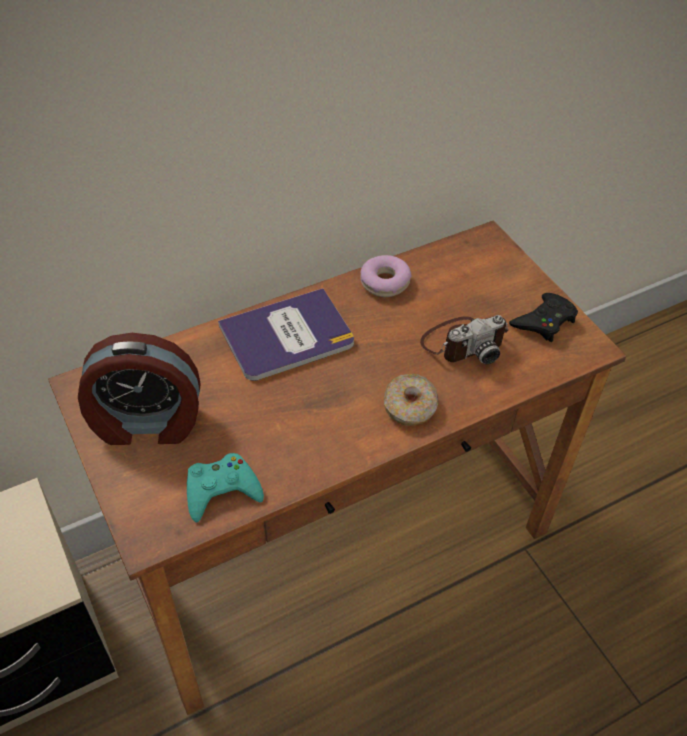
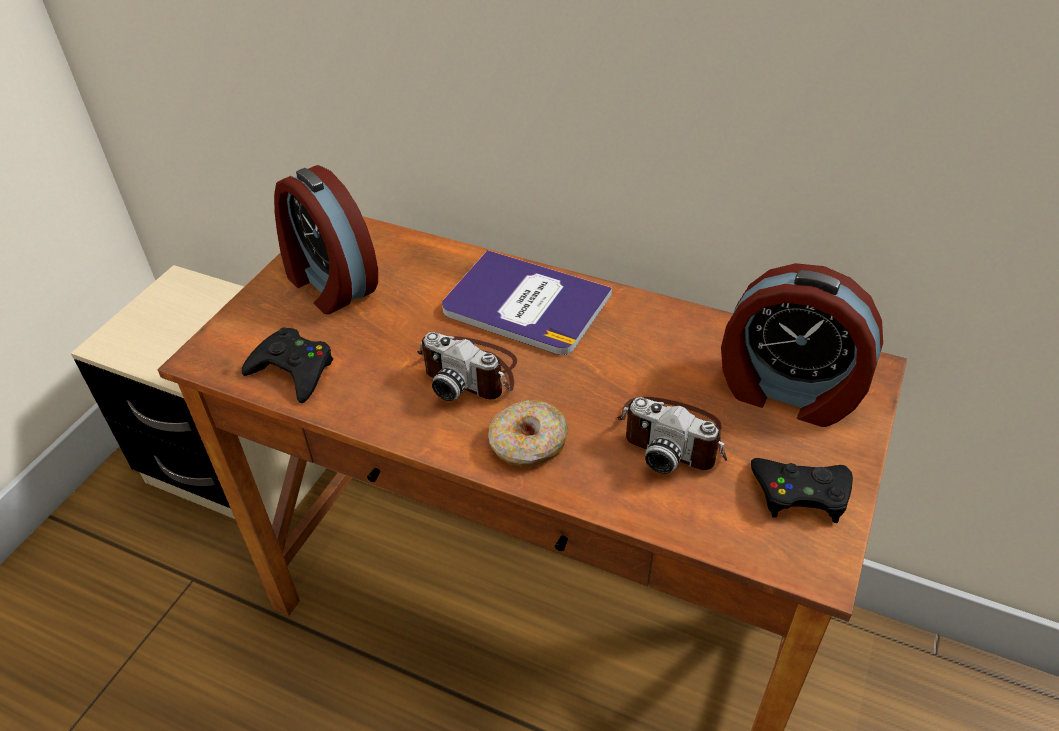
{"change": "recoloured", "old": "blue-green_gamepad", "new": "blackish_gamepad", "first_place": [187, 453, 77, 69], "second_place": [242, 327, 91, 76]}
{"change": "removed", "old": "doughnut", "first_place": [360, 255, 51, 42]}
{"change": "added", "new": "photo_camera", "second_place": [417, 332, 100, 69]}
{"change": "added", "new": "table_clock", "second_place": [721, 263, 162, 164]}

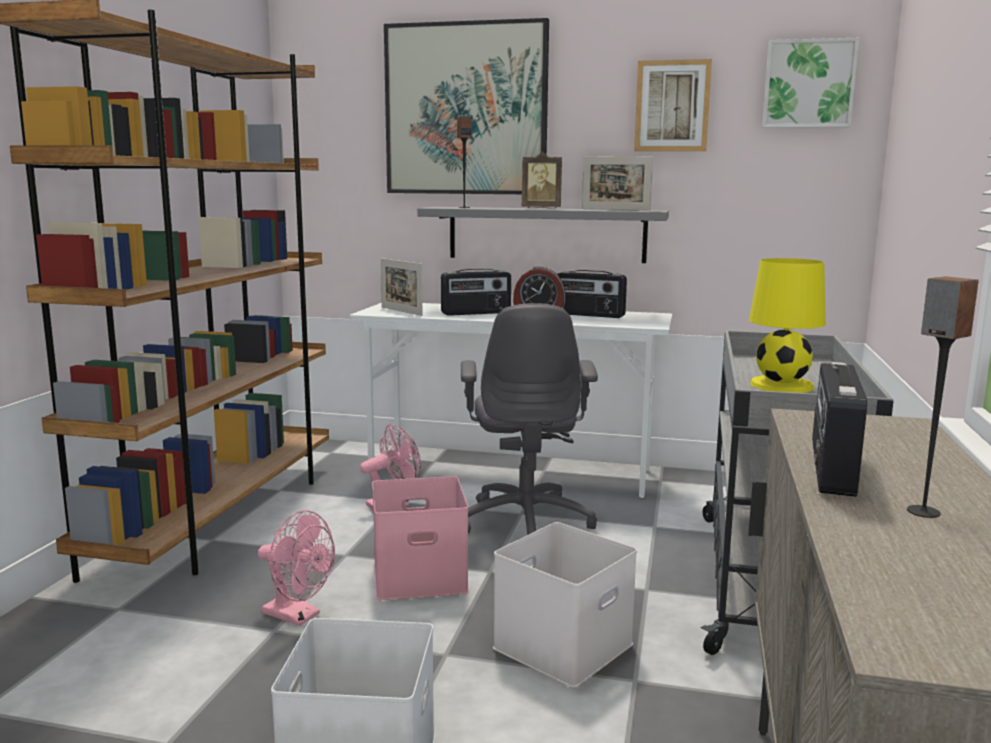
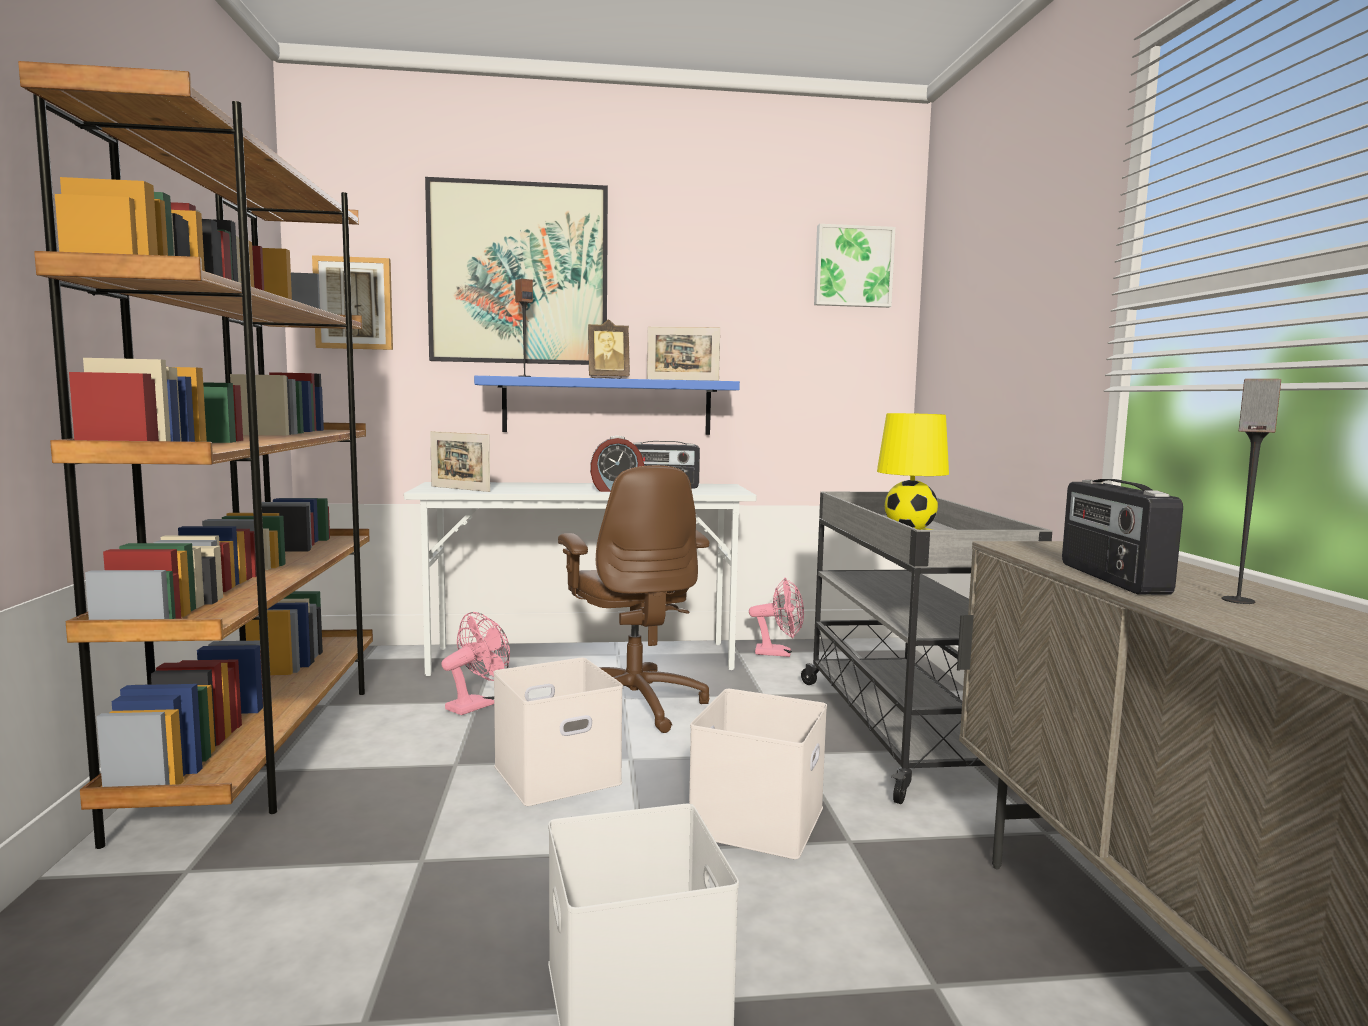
{"change": "moved", "old": "pink_cooling_fan", "first_place": [258, 510, 77, 116], "second_place": [749, 578, 55, 79]}
{"change": "recoloured", "old": "pink_storage_box", "new": "white_storage_box", "first_place": [372, 476, 97, 124], "second_place": [493, 658, 130, 148]}
{"change": "recoloured", "old": "grey_wall_shelf", "new": "blue_wall_shelf", "first_place": [417, 207, 252, 56], "second_place": [474, 376, 266, 59]}
{"change": "removed", "old": "radio", "first_place": [441, 269, 70, 47]}
{"change": "recoloured", "old": "grey_desk_chair", "new": "brown-coloured_desk_chair", "first_place": [461, 303, 137, 232], "second_place": [558, 465, 151, 268]}
{"change": "moved", "old": "wall_picture", "first_place": [634, 59, 78, 92], "second_place": [312, 255, 81, 95]}

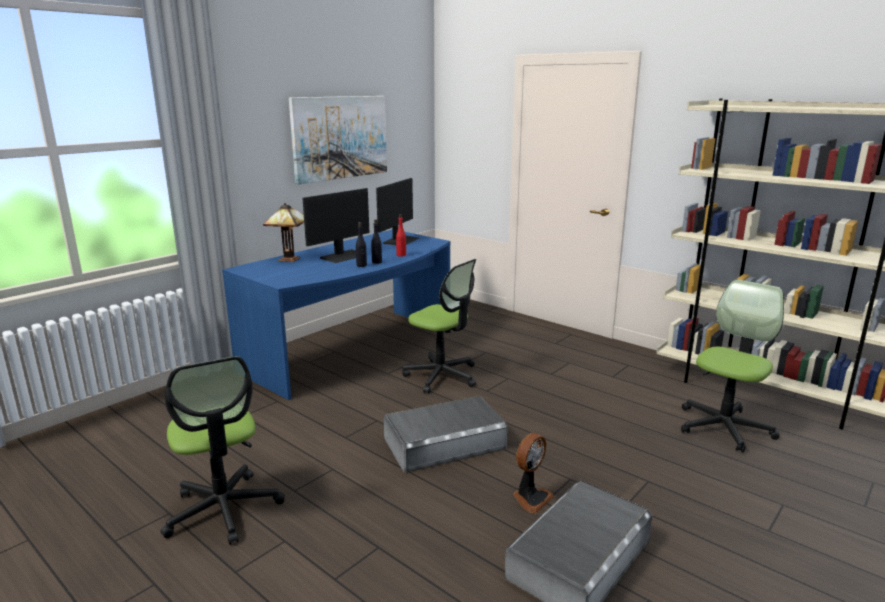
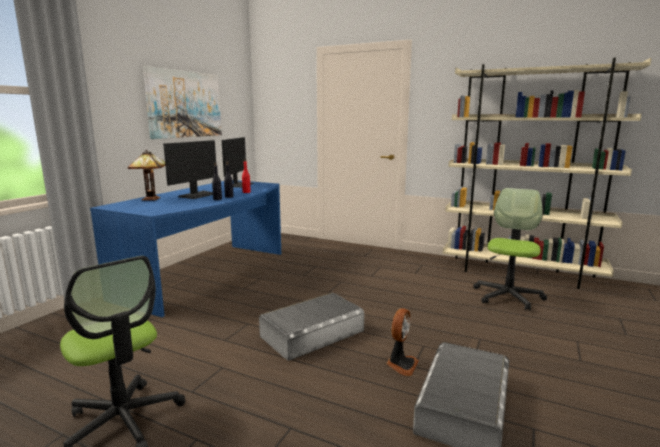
{"change": "removed", "old": "desk_chair", "first_place": [402, 259, 74, 134]}

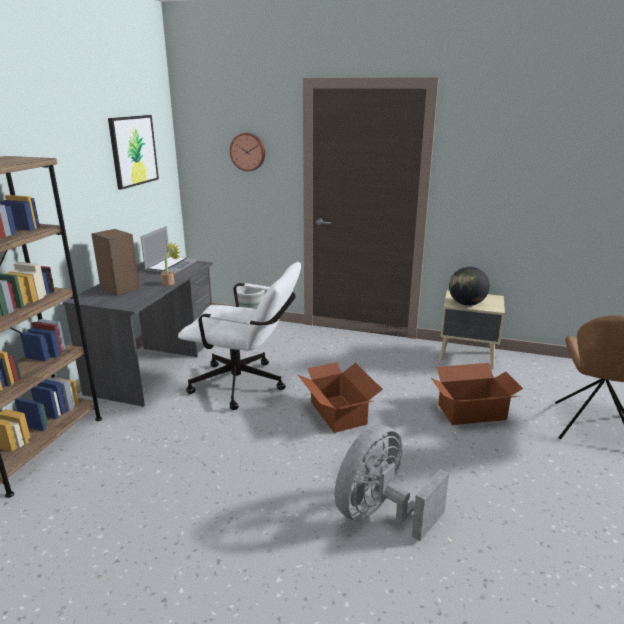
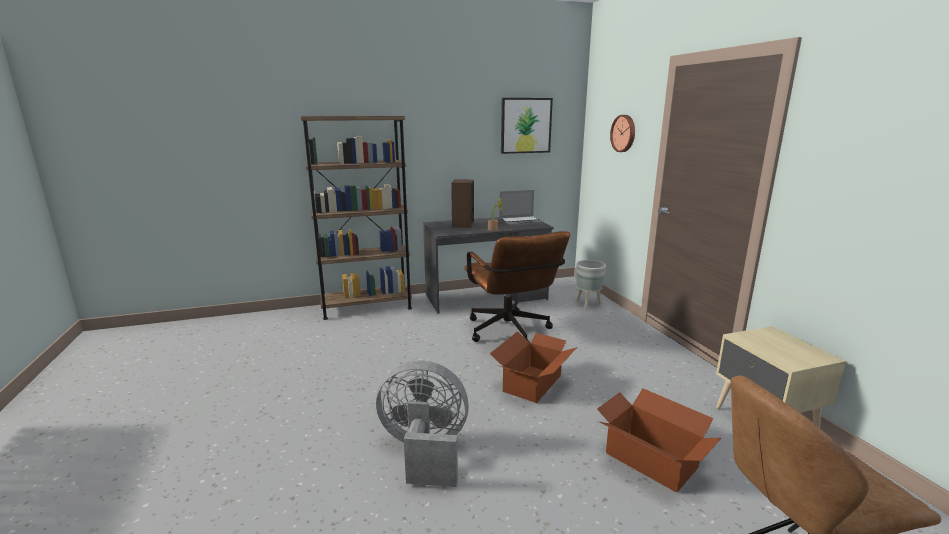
{"change": "recoloured", "old": "white_desk_chair", "new": "brown-coloured_desk_chair", "first_place": [178, 262, 123, 148], "second_place": [464, 231, 106, 111]}
{"change": "removed", "old": "globe", "first_place": [449, 267, 41, 39]}

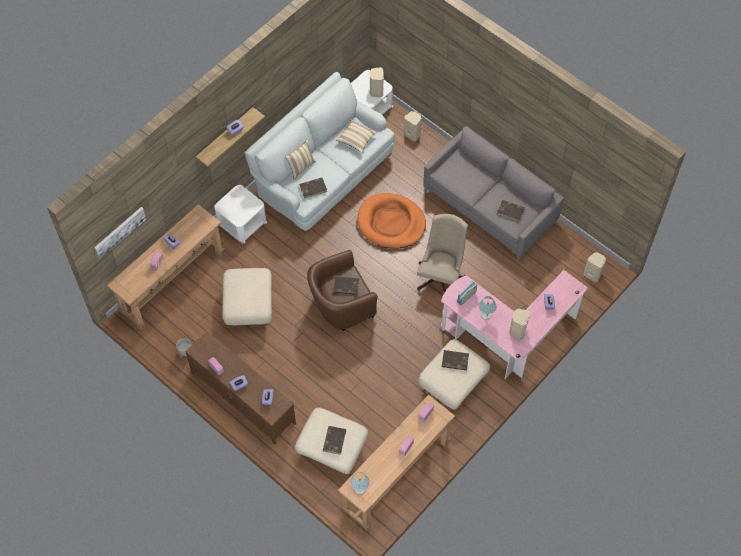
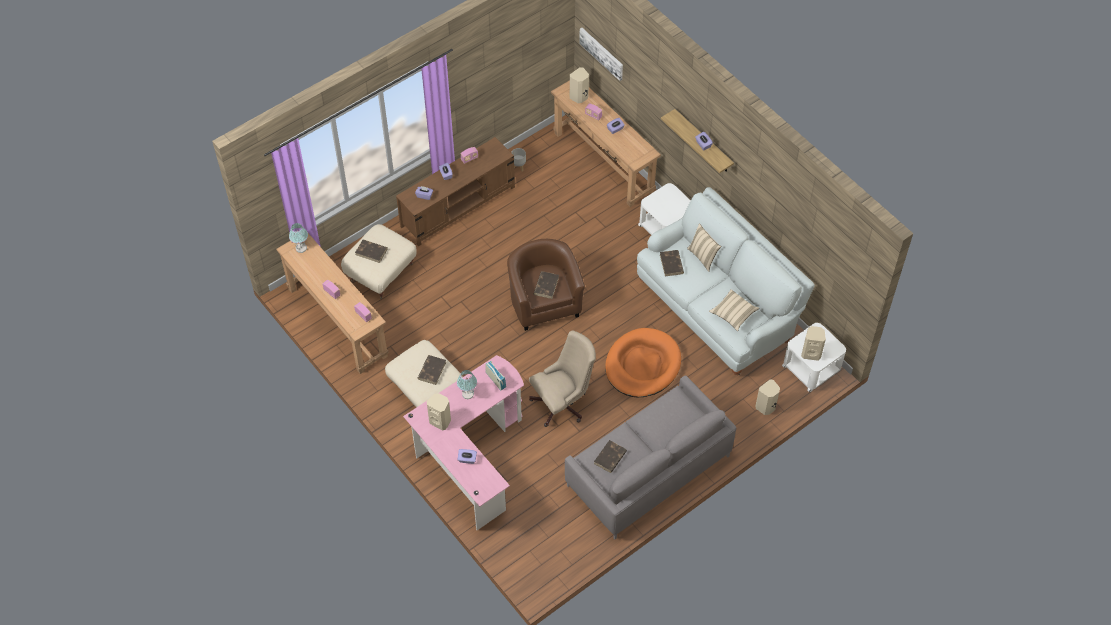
{"change": "removed", "old": "sand-coloured_footrest", "first_place": [222, 268, 50, 60]}
{"change": "turned", "old": "sand-coloured_desk_chair", "first_place": [417, 214, 51, 79], "second_place": [529, 330, 67, 97], "degrees": -60}
{"change": "moved", "old": "sand-coloured_loudspeaker", "first_place": [584, 252, 22, 30], "second_place": [570, 67, 19, 36]}

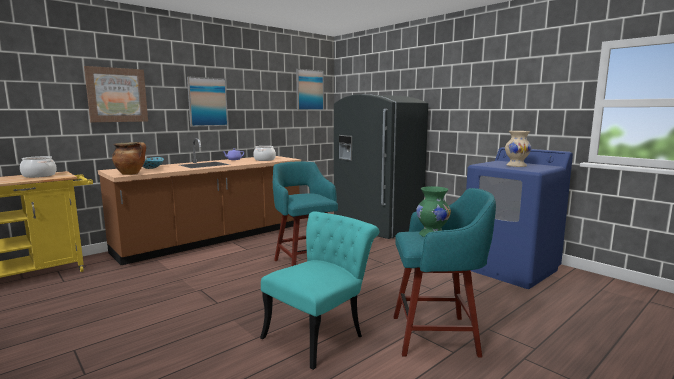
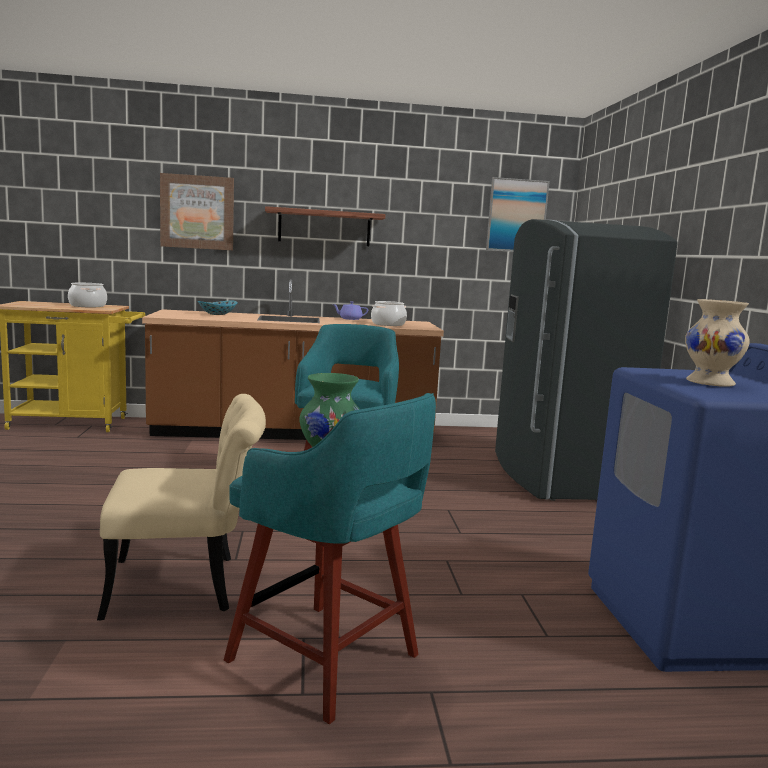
{"change": "removed", "old": "stockpot", "first_place": [112, 142, 34, 33]}
{"change": "replaced", "old": "wall_picture", "new": "wall_shelf", "first_place": [187, 77, 41, 50], "second_place": [265, 206, 120, 40]}
{"change": "recoloured", "old": "blue-green_upright_chair", "new": "sand-coloured_upright_chair", "first_place": [260, 211, 119, 159], "second_place": [97, 394, 169, 226]}

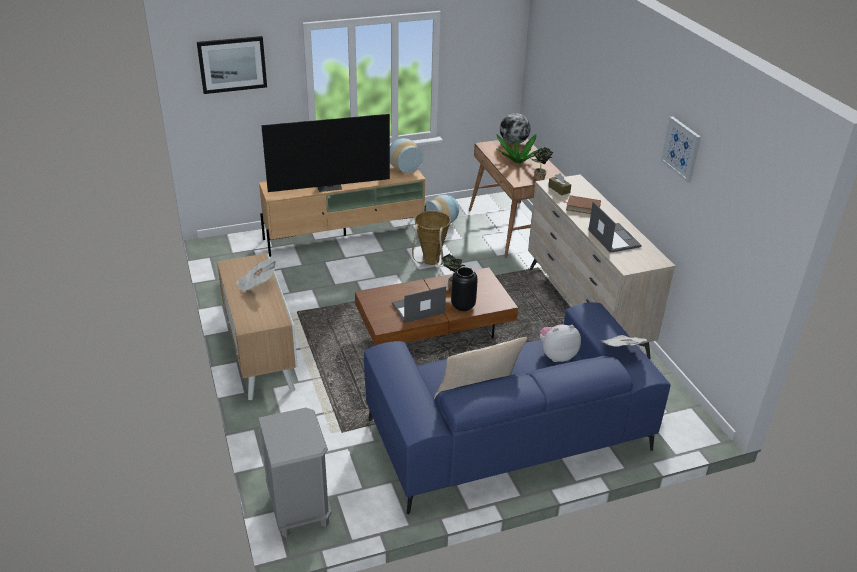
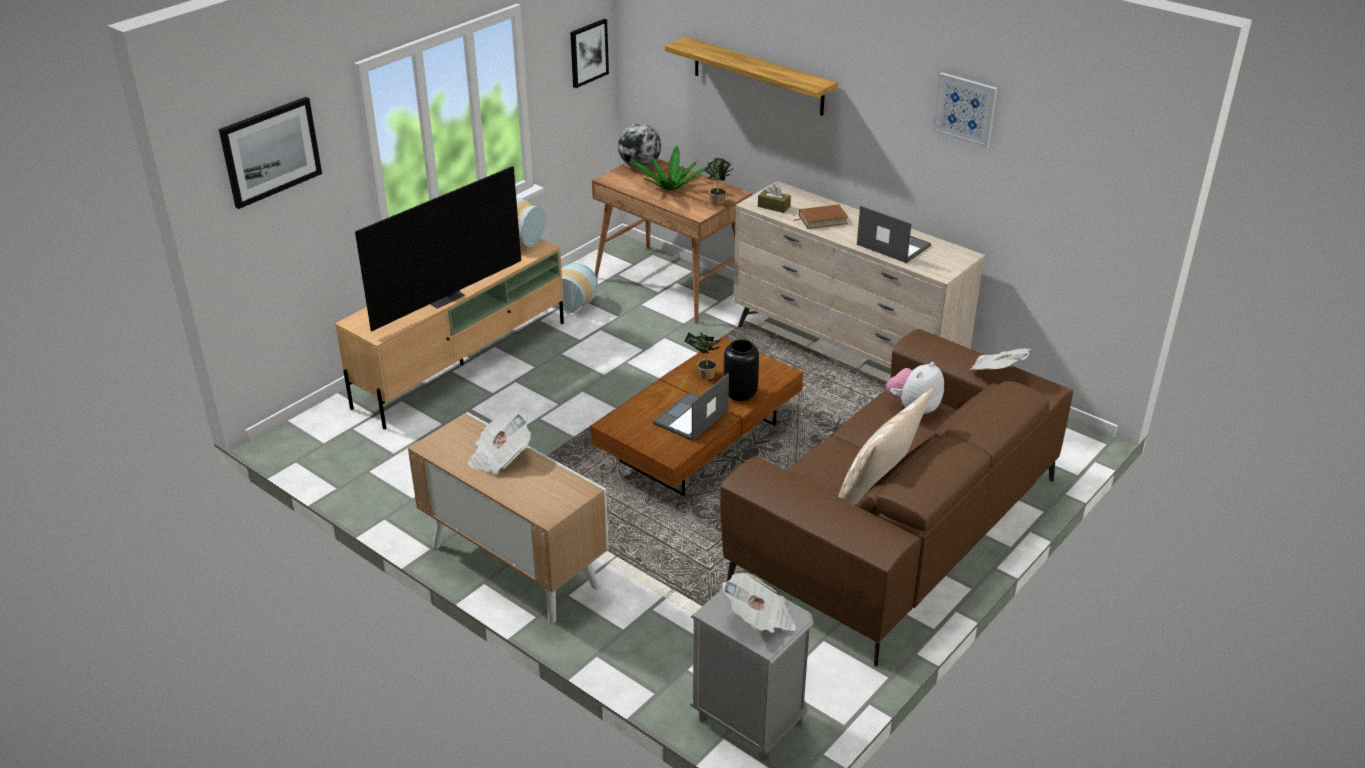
{"change": "recoloured", "old": "blue_sofa", "new": "brown-coloured_sofa", "first_place": [364, 302, 307, 212], "second_place": [720, 329, 353, 337]}
{"change": "removed", "old": "household_basket", "first_place": [412, 211, 39, 55]}
{"change": "added", "new": "wall_picture", "second_place": [570, 19, 39, 69]}
{"change": "added", "new": "wall_shelf", "second_place": [665, 37, 173, 79]}
{"change": "added", "new": "newspaper", "second_place": [722, 573, 74, 60]}

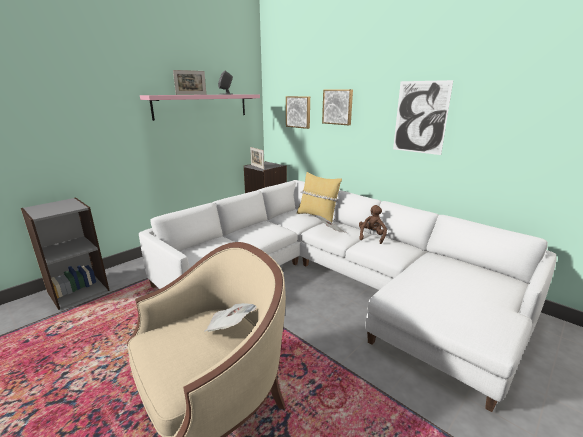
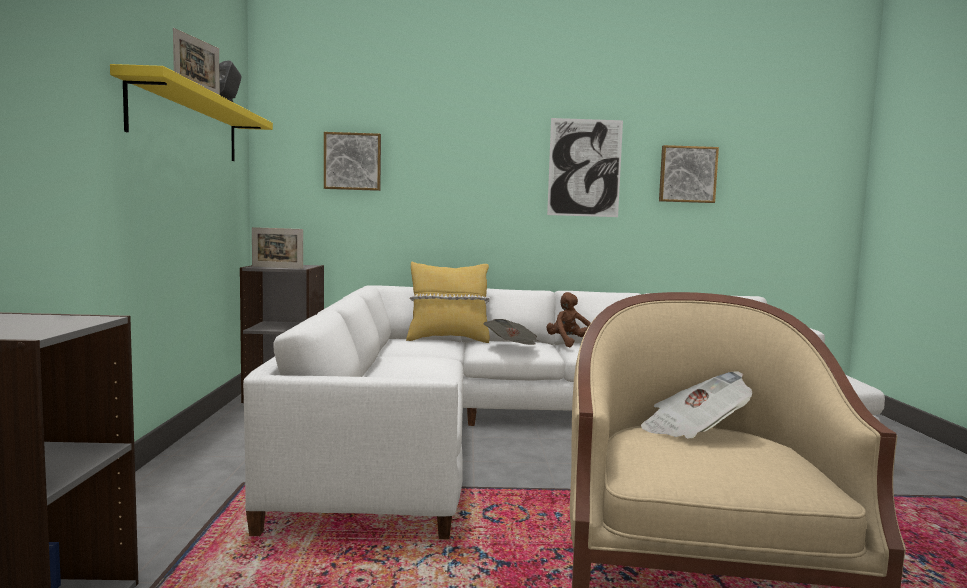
{"change": "recoloured", "old": "pink_wall_shelf", "new": "yellow-coloured_wall_shelf", "first_place": [140, 94, 120, 27], "second_place": [110, 64, 163, 97]}
{"change": "moved", "old": "wall_picture", "first_place": [322, 89, 31, 36], "second_place": [659, 145, 60, 58]}

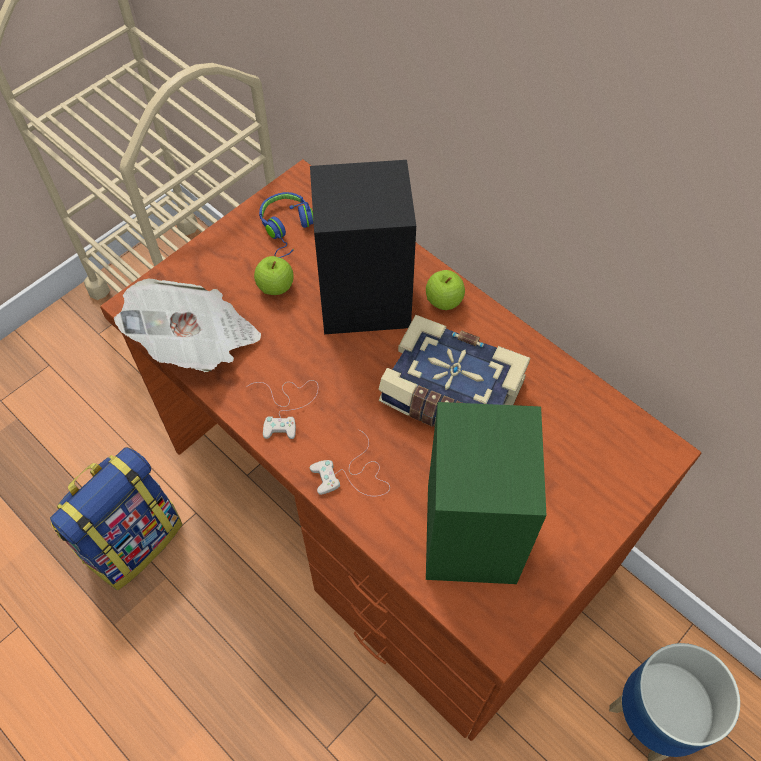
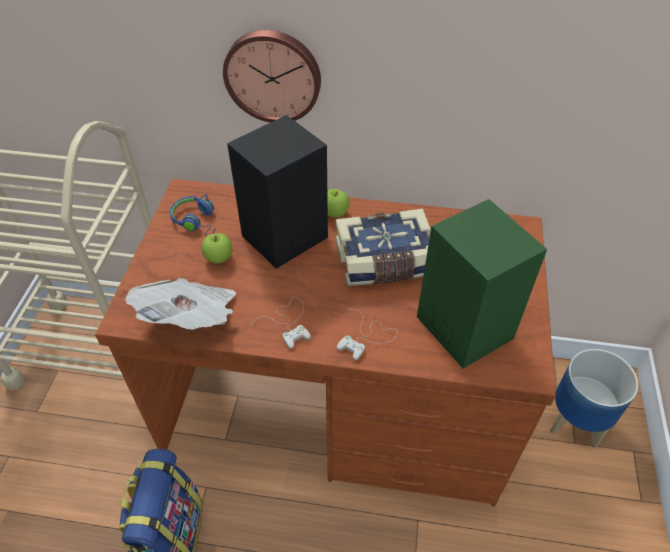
{"change": "added", "new": "wall_clock", "second_place": [223, 30, 98, 93]}

